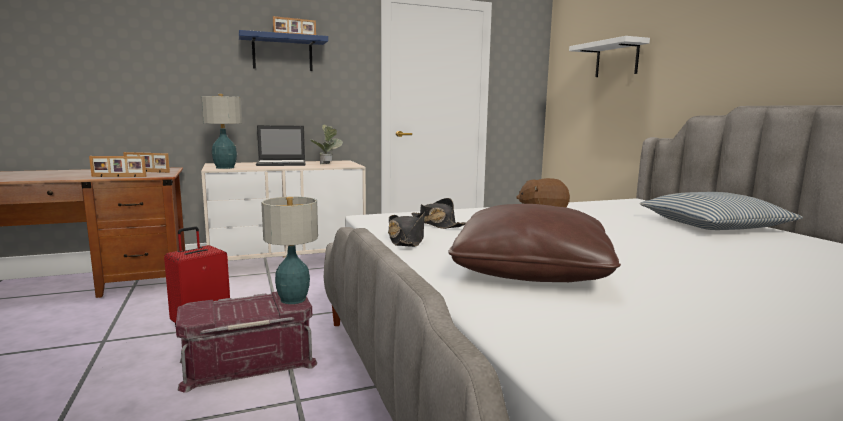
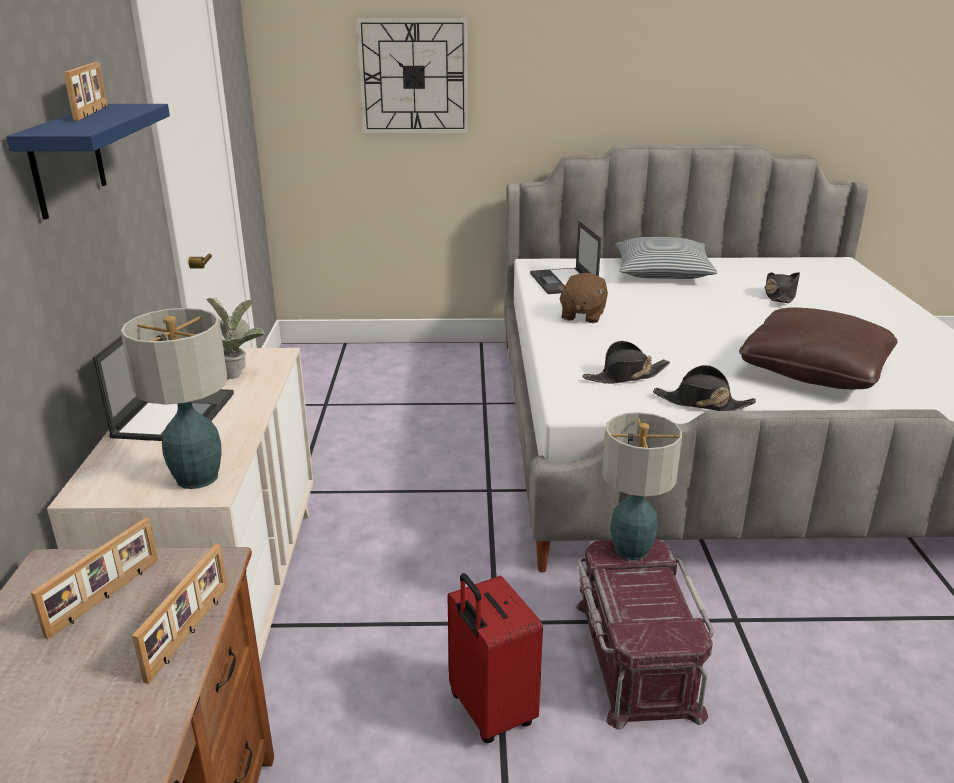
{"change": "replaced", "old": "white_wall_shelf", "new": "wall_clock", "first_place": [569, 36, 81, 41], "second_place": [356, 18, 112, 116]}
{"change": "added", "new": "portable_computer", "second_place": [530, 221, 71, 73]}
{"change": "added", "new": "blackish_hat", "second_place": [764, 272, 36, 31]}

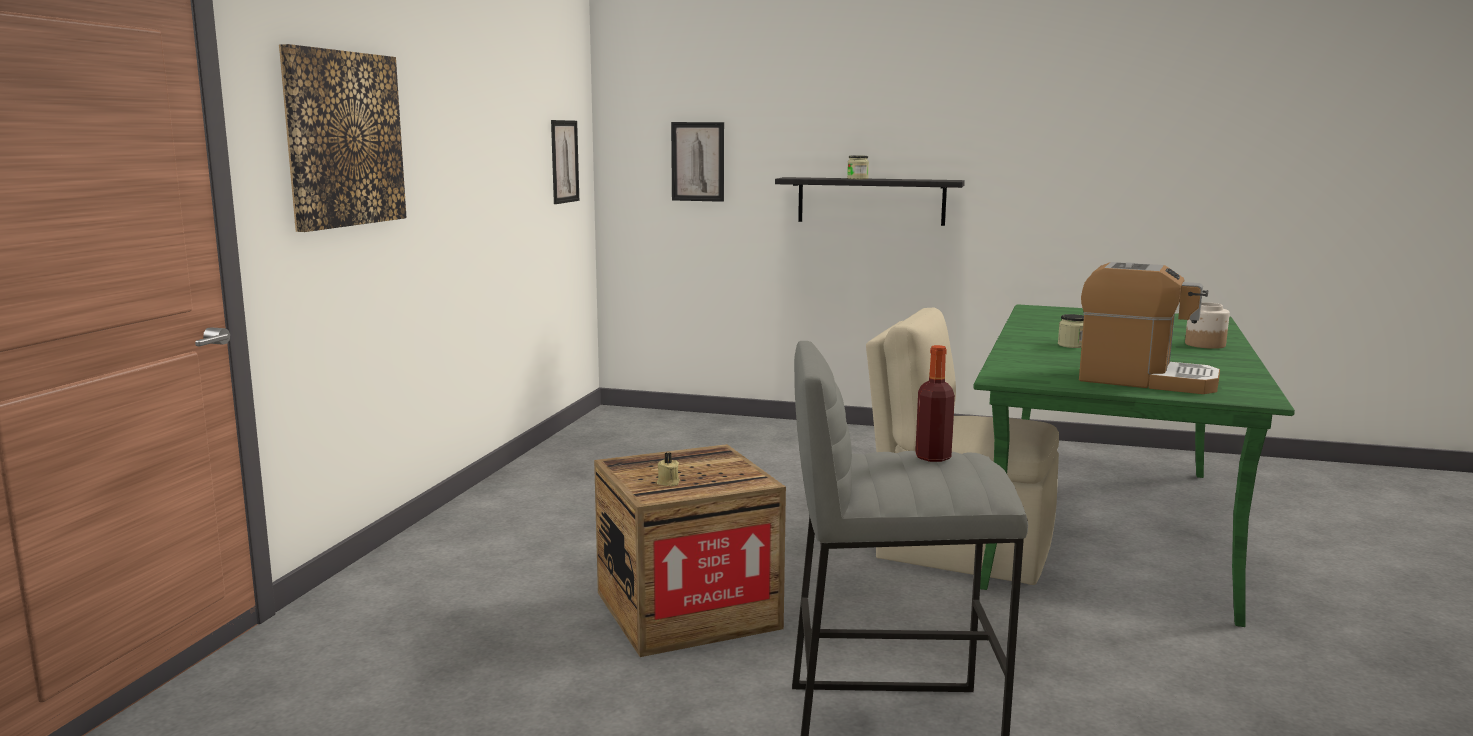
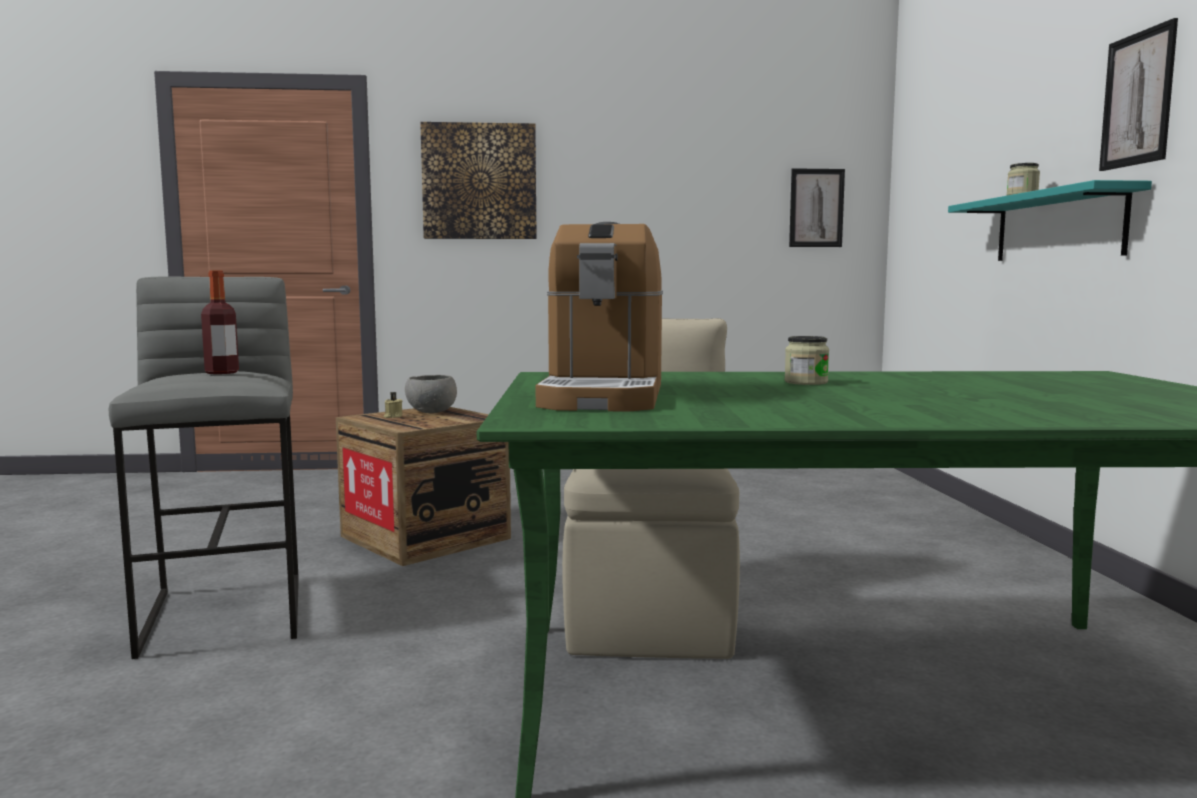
{"change": "moved", "old": "wall_picture", "first_place": [671, 122, 53, 80], "second_place": [1099, 18, 79, 153]}
{"change": "recoloured", "old": "blackish_wall_shelf", "new": "blue-green_wall_shelf", "first_place": [775, 177, 190, 49], "second_place": [948, 180, 204, 81]}
{"change": "removed", "old": "jar", "first_place": [1185, 302, 45, 47]}
{"change": "added", "new": "grey_deep_dish", "second_place": [405, 375, 52, 38]}

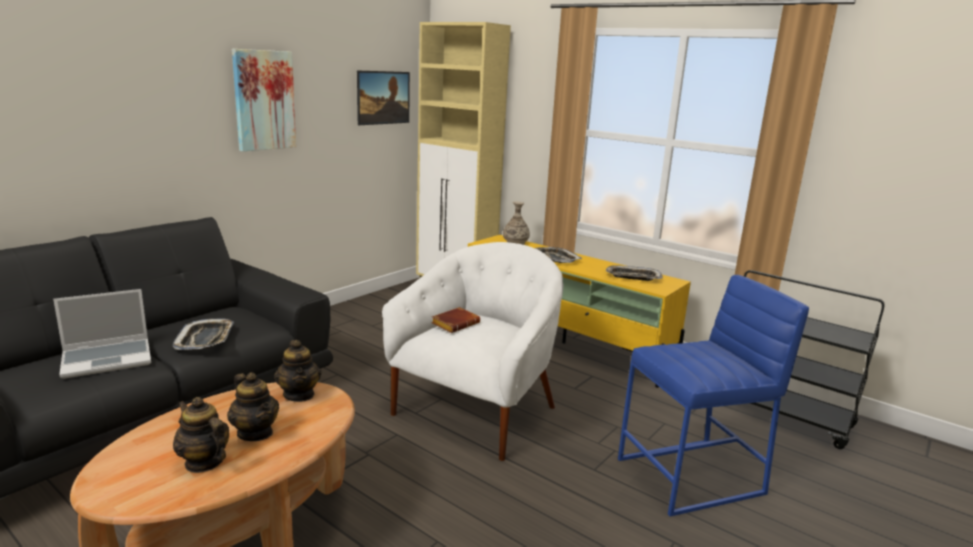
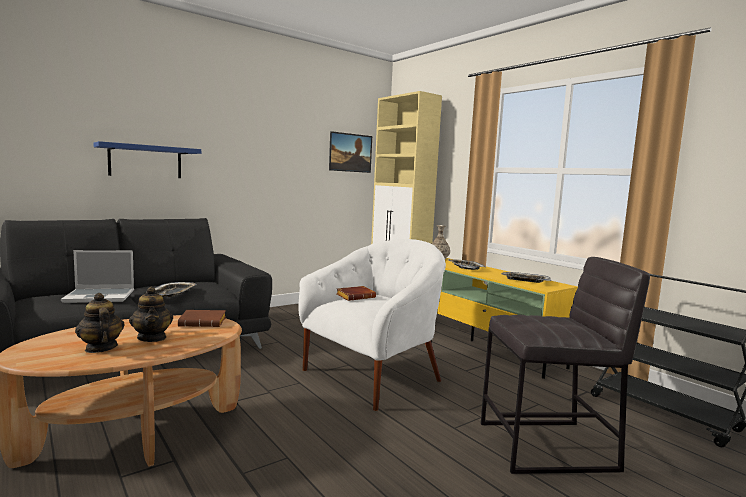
{"change": "removed", "old": "wall_picture", "first_place": [232, 49, 64, 102]}
{"change": "replaced", "old": "pot_for_tea", "new": "brown-coloured_book", "first_place": [274, 340, 48, 62], "second_place": [178, 310, 48, 17]}
{"change": "recoloured", "old": "blue_stool", "new": "grey_stool", "first_place": [618, 275, 191, 242], "second_place": [481, 257, 169, 217]}
{"change": "added", "new": "blue_wall_shelf", "second_place": [94, 141, 107, 37]}

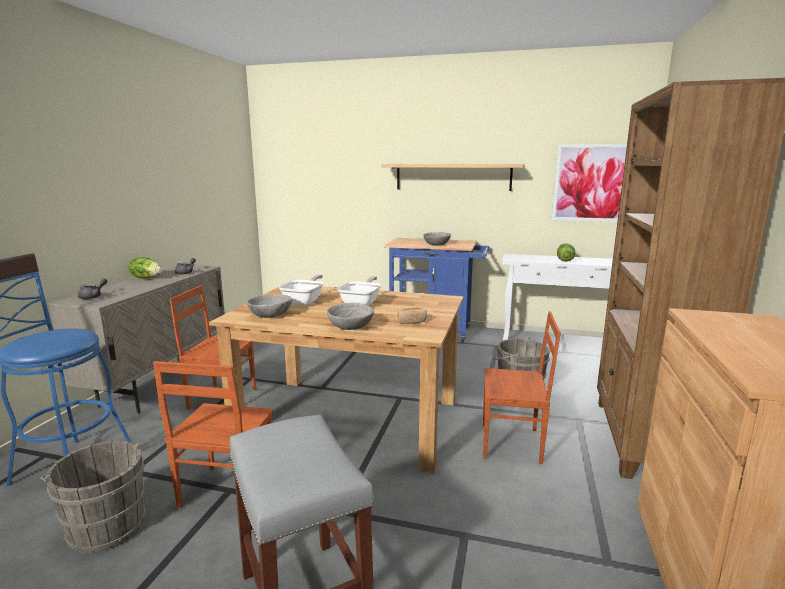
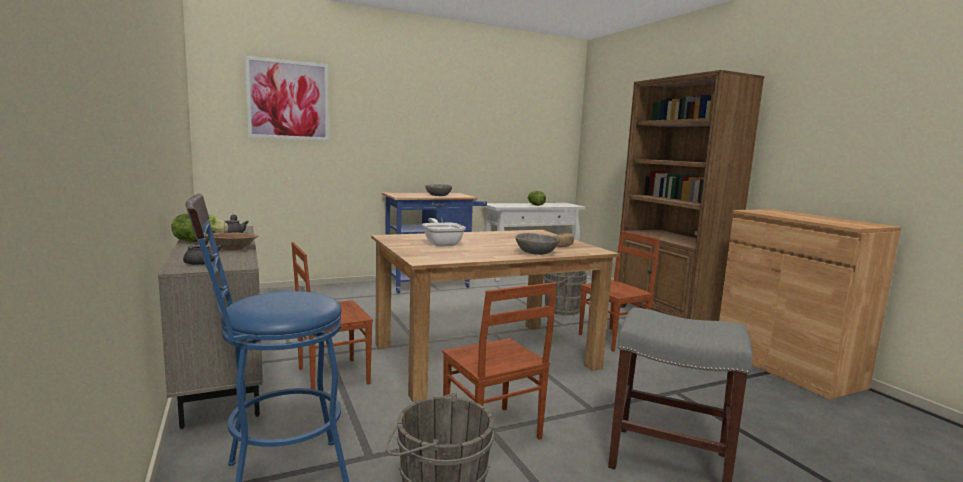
{"change": "removed", "old": "grey_deep_dish", "first_place": [247, 294, 45, 24]}
{"change": "removed", "old": "skillet", "first_place": [337, 276, 44, 30]}
{"change": "removed", "old": "wall_shelf", "first_place": [382, 164, 141, 27]}
{"change": "moved", "old": "wall_picture", "first_place": [552, 144, 75, 78], "second_place": [245, 56, 84, 85]}
{"change": "added", "new": "brown-coloured_deep_dish", "second_place": [205, 232, 53, 19]}

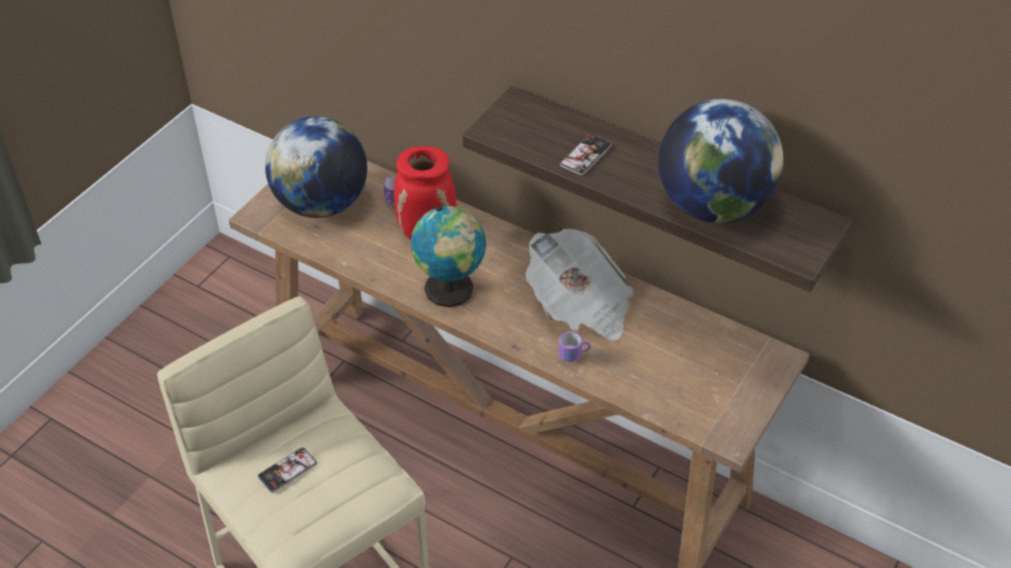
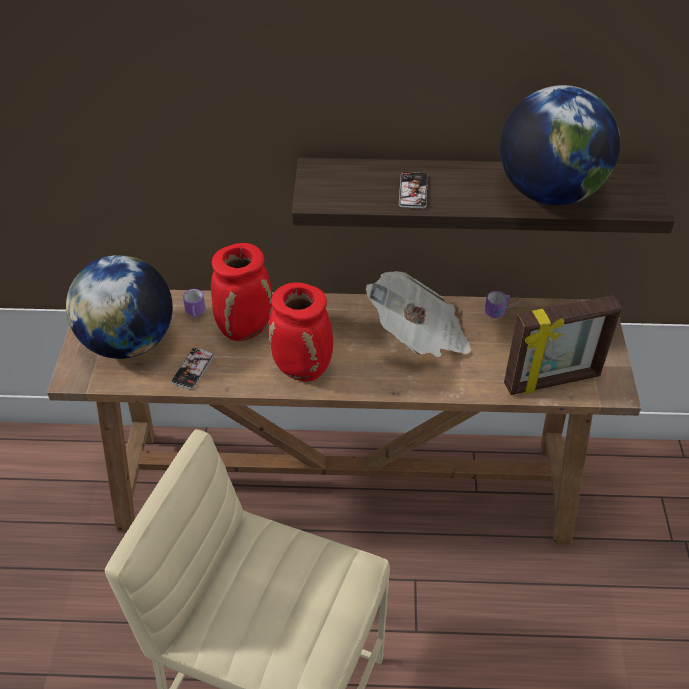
{"change": "moved", "old": "phone", "first_place": [258, 447, 59, 46], "second_place": [171, 347, 43, 42]}
{"change": "replaced", "old": "globe", "new": "red-coloured_vase", "first_place": [411, 206, 75, 101], "second_place": [269, 282, 64, 100]}
{"change": "moved", "old": "tea_mug", "first_place": [559, 331, 50, 31], "second_place": [484, 291, 37, 27]}
{"change": "added", "new": "photo_frame", "second_place": [504, 295, 118, 100]}

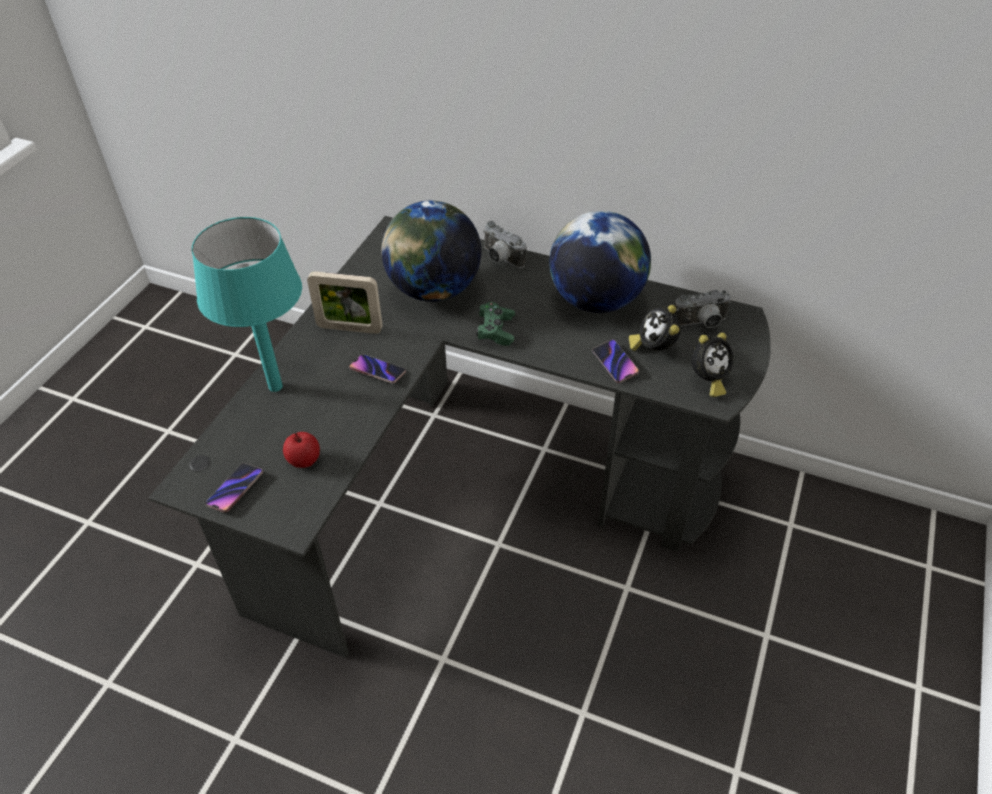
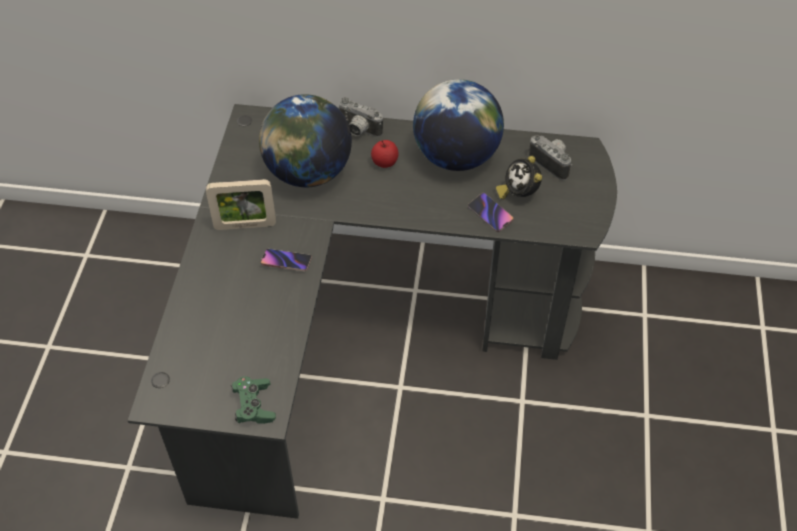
{"change": "removed", "old": "blue-green_lamp_for_a_table", "first_place": [192, 217, 110, 175]}
{"change": "removed", "old": "phone", "first_place": [205, 463, 58, 50]}
{"change": "moved", "old": "whole_apple", "first_place": [283, 432, 37, 36], "second_place": [371, 140, 28, 28]}
{"change": "moved", "old": "green-coloured_gamepad", "first_place": [476, 302, 39, 43], "second_place": [231, 376, 45, 48]}
{"change": "turned", "old": "photo_camera", "first_place": [674, 290, 57, 38], "second_place": [529, 135, 43, 45], "degrees": -105}
{"change": "removed", "old": "table_clock", "first_place": [691, 332, 42, 65]}

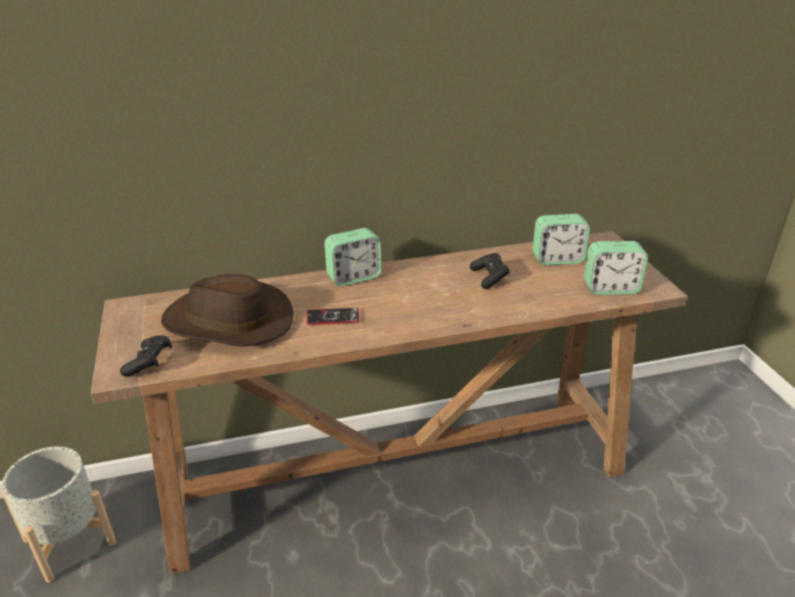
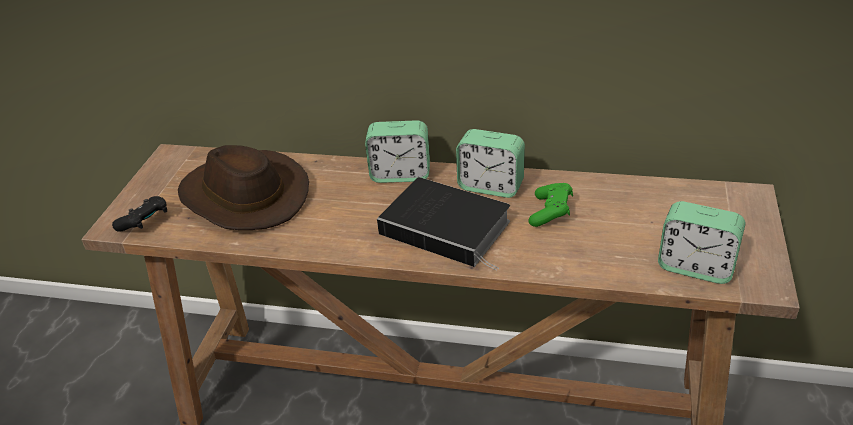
{"change": "removed", "old": "grey_planter", "first_place": [1, 446, 115, 137]}
{"change": "removed", "old": "phone", "first_place": [307, 308, 53, 17]}
{"change": "recoloured", "old": "blackish_gamepad", "new": "green-coloured_gamepad", "first_place": [470, 253, 40, 36], "second_place": [529, 183, 44, 44]}
{"change": "moved", "old": "table_clock", "first_place": [533, 214, 57, 51], "second_place": [456, 129, 69, 69]}
{"change": "added", "new": "book", "second_place": [377, 177, 133, 93]}

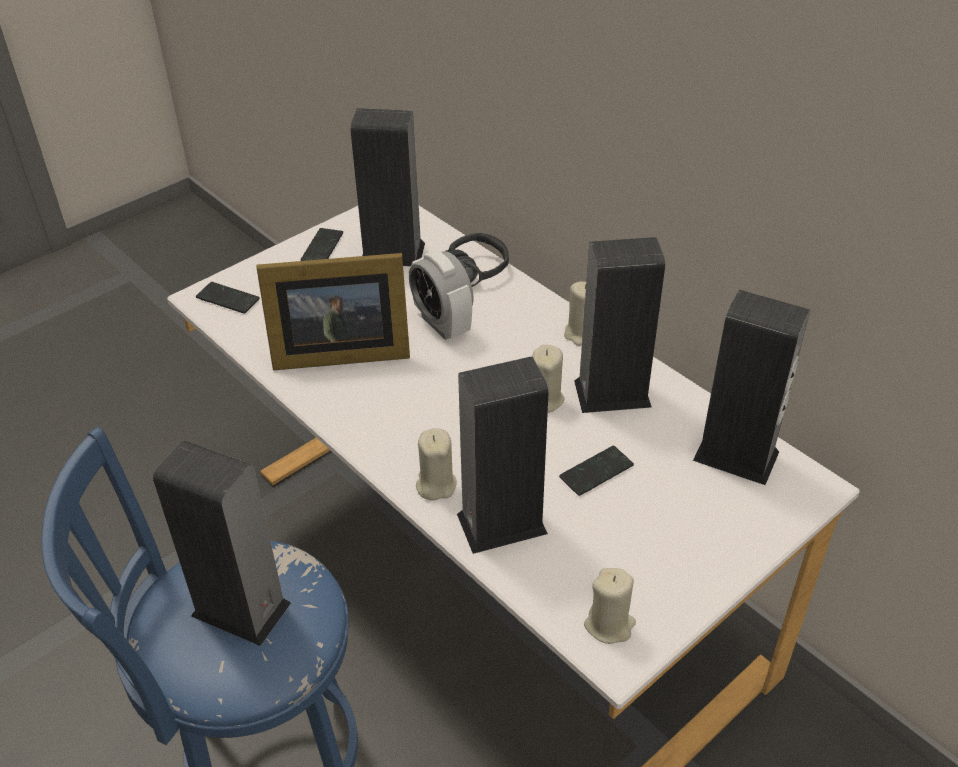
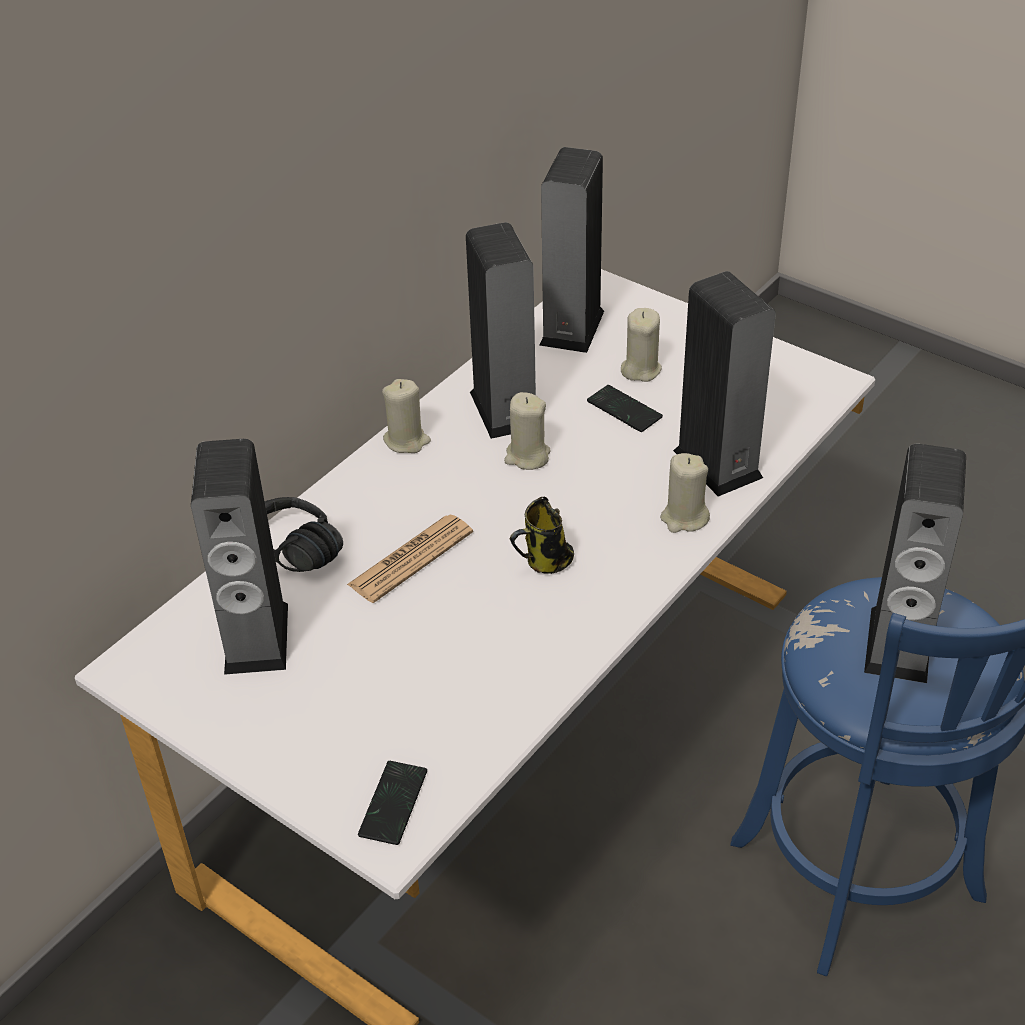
{"change": "removed", "old": "photo_frame", "first_place": [256, 253, 154, 117]}
{"change": "removed", "old": "phone", "first_place": [301, 228, 42, 33]}
{"change": "replaced", "old": "table_clock", "new": "newspaper", "first_place": [409, 250, 65, 90], "second_place": [347, 514, 126, 89]}
{"change": "moved", "old": "sand-coloured_wax_light", "first_place": [584, 568, 52, 76], "second_place": [621, 308, 41, 74]}
{"change": "added", "new": "tea_mug", "second_place": [510, 496, 64, 78]}

